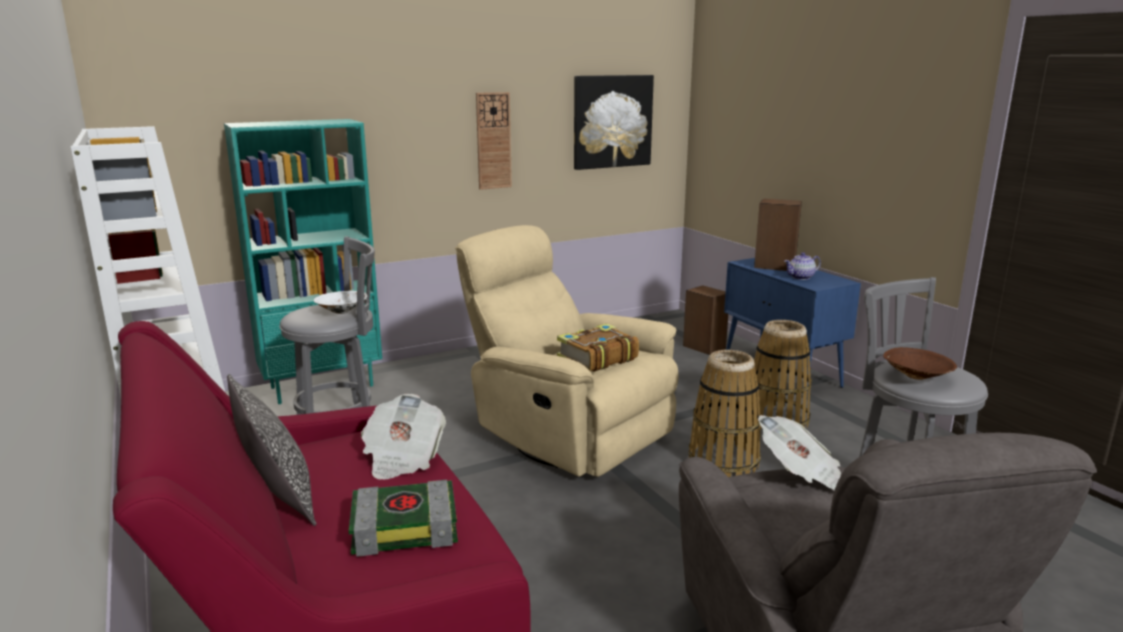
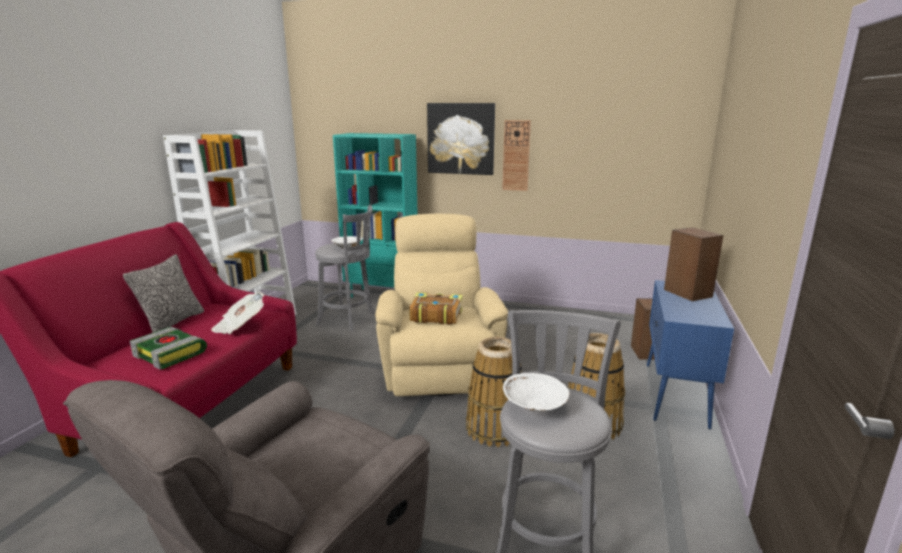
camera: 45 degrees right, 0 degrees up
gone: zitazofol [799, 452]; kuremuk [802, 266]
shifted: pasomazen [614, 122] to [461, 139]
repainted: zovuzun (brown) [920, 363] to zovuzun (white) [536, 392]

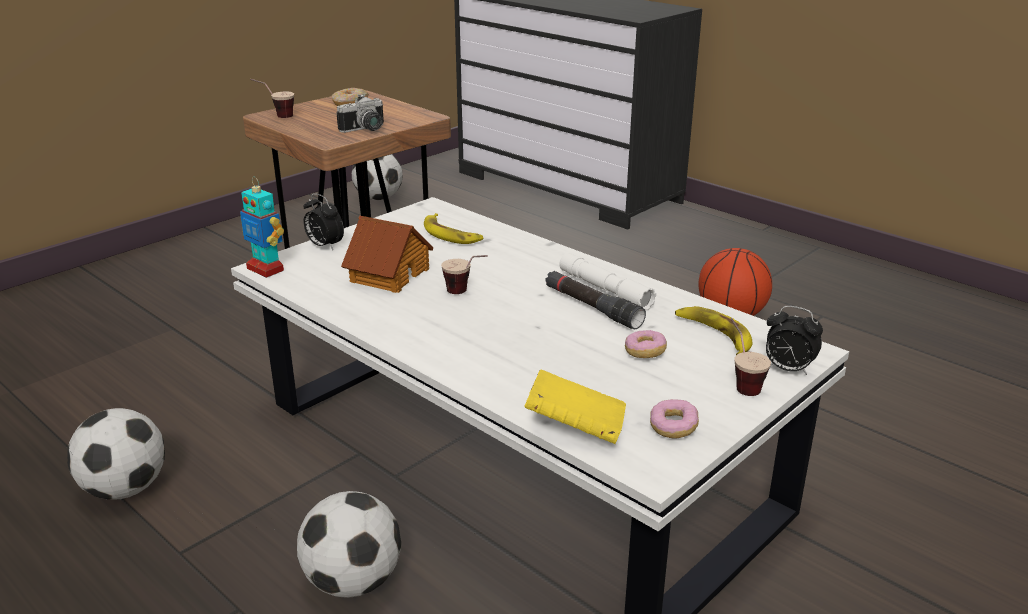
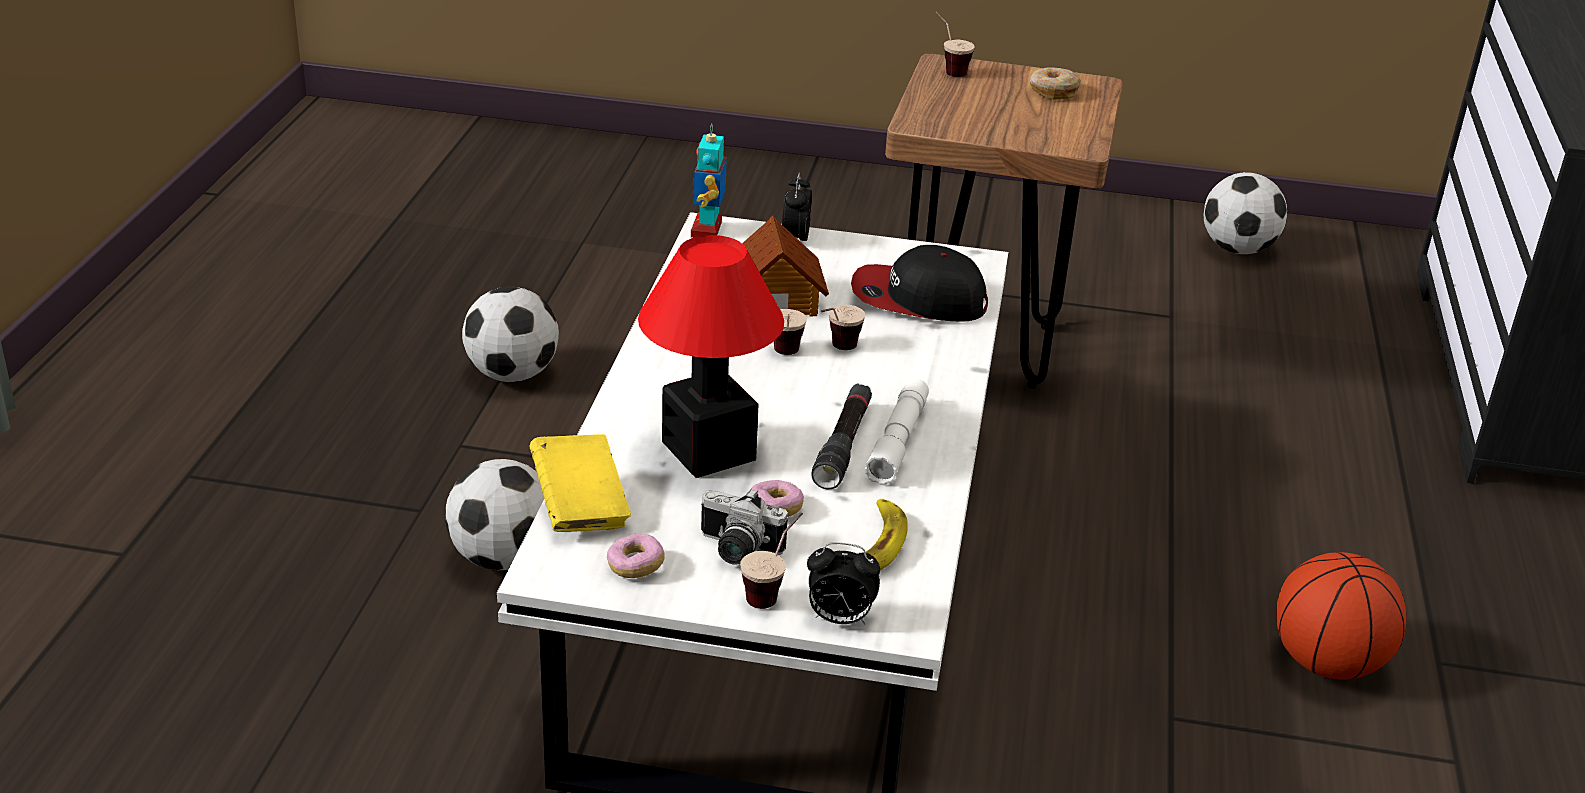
camera: 55 degrees right, 5 degrees up
new: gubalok [711, 356]; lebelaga [843, 327]
shifted: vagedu [360, 113] to [744, 527]
swapped: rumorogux [453, 228] to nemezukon [919, 283]
rotated: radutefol [794, 340] = [843, 583] 75 degrees counterclockwise

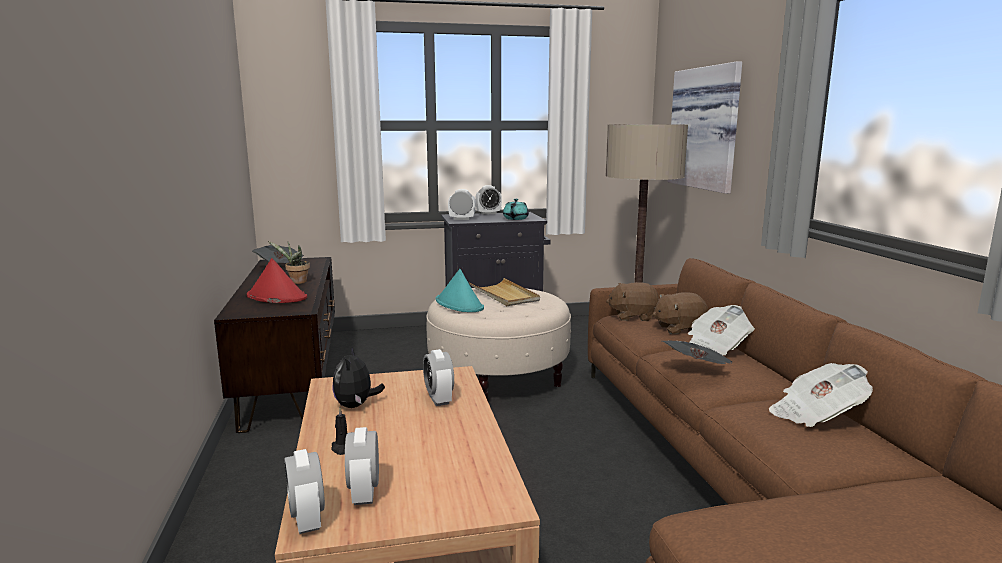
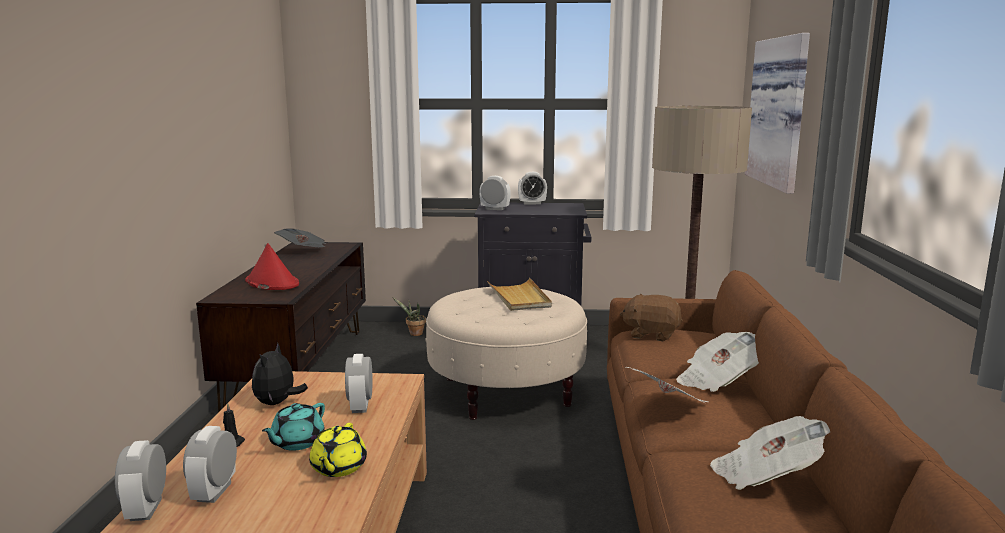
camera: 15 degrees right, 0 degrees up
gone: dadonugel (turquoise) [460, 290]; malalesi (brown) [680, 313]
new: kuremuk (yellow) [338, 450]
shifted: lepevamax [289, 262] to [409, 317]; kuremuk (turquoise) [516, 209] to [293, 427]

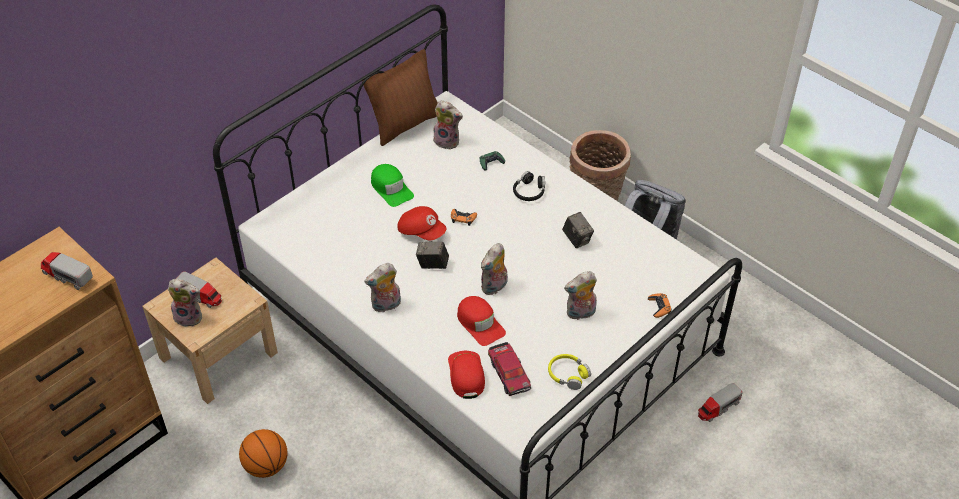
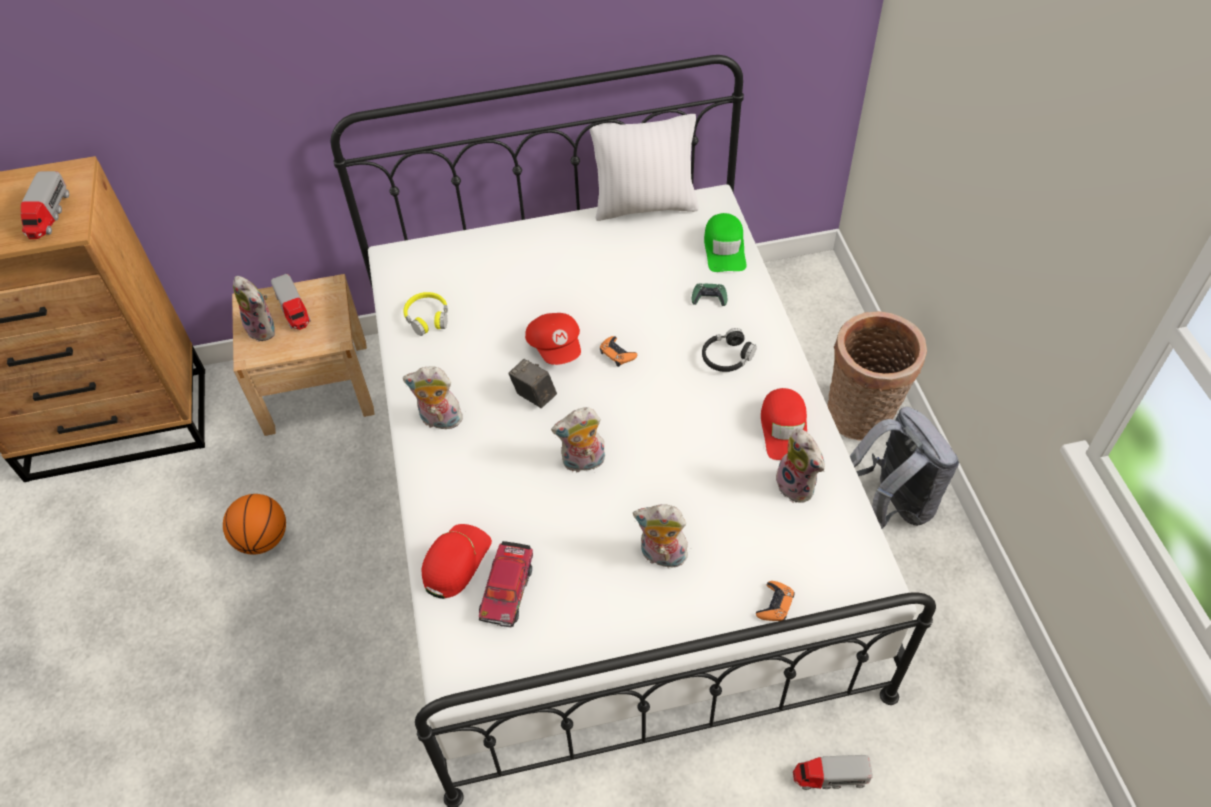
camera: 35 degrees right, 5 degrees up
gone: vagedu [578, 230]
shifted: nemezukon (green) [392, 185] to [725, 242]; malalesi [448, 125] to [800, 466]; nemezukon (red) [481, 321] to [784, 424]; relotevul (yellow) [569, 372] to [425, 314]
repainted: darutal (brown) [400, 97] to darutal (white) [644, 167]
rotated: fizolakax [67, 271] = [45, 205] 150 degrees counterclockwise

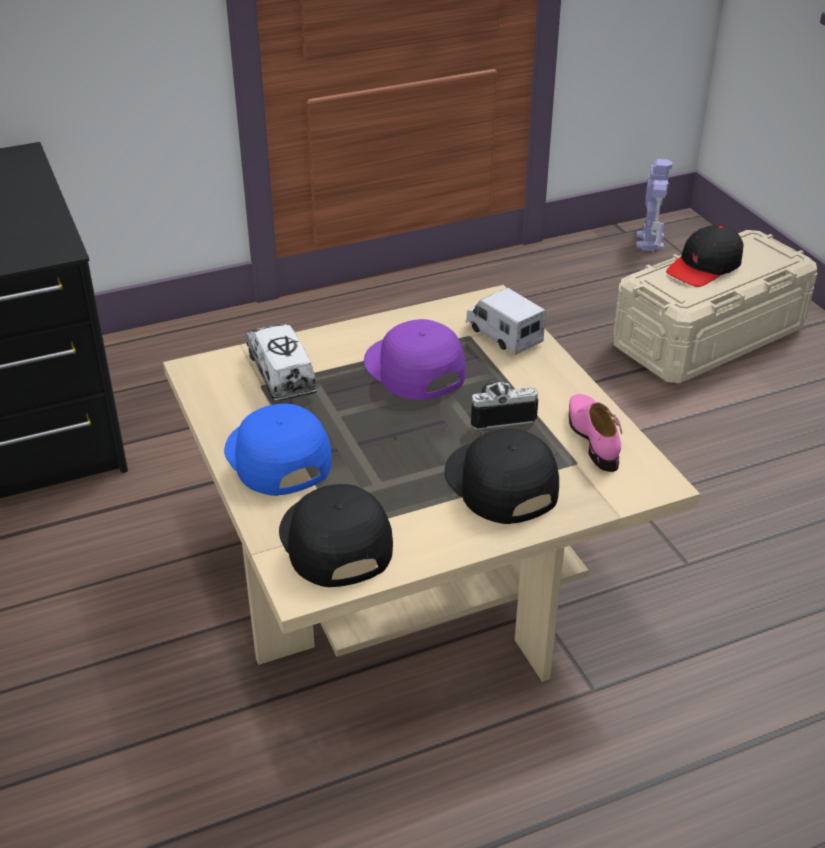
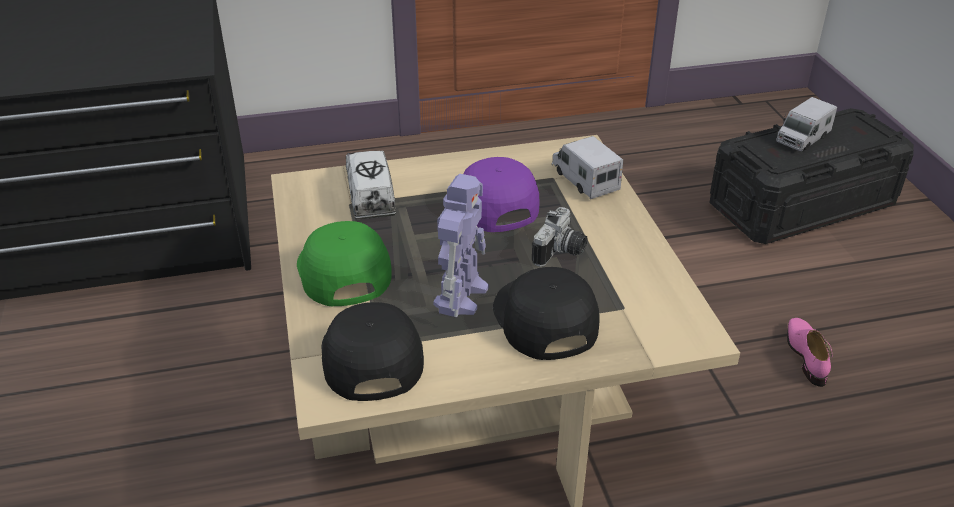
camera: 10 degrees right, 0 degrees up
shifted: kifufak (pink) [595, 433] to [809, 352]; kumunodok [654, 205] to [461, 245]
swapped: nemezukon (black) [705, 256] to fizolakax [806, 124]
repainted: nemezukon (blue) [278, 449] to nemezukon (green) [344, 263]; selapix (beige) [715, 306] to selapix (black) [811, 176]
rotated: vagedu [504, 405] = [560, 237] 120 degrees clockwise

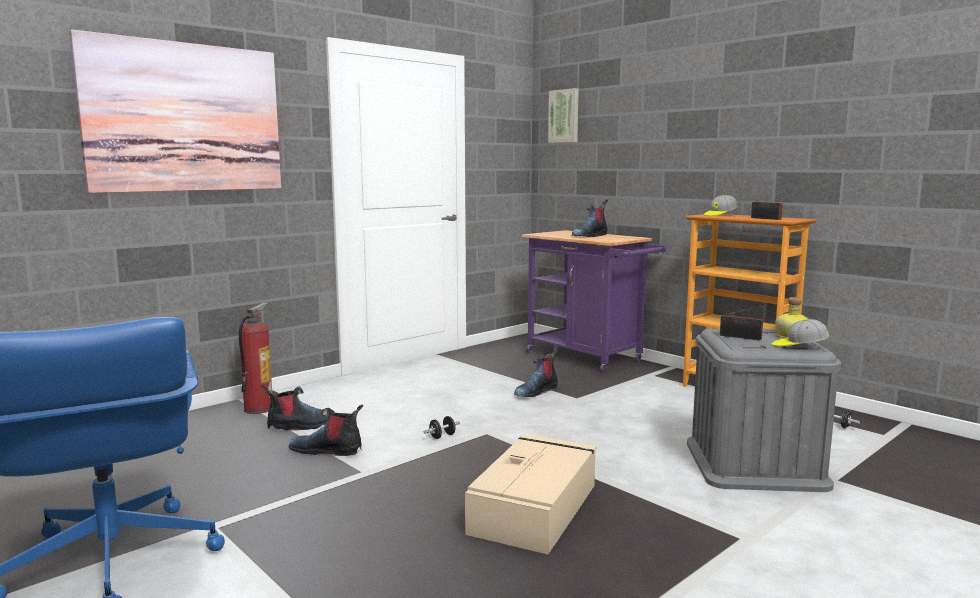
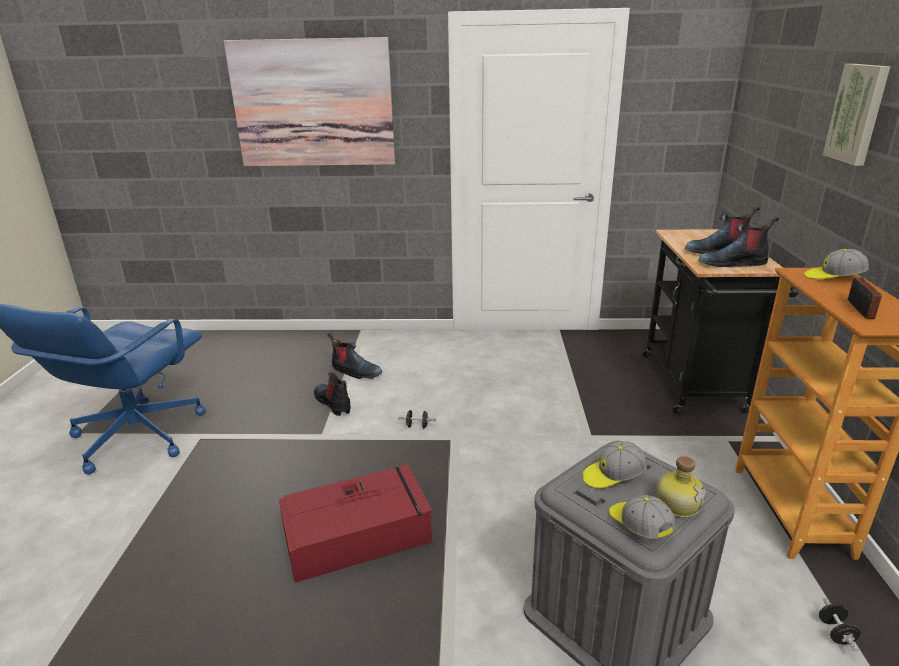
camera: 45 degrees right, 15 degrees up
gone: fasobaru [255, 358]
shifted: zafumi [536, 372] to [738, 242]; pasomazen [563, 115] to [856, 115]
swapped: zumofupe [744, 322] to nemezukon [614, 464]
repainted: selapix (beige) [531, 494] to selapix (red) [355, 524]; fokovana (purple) [594, 301] to fokovana (black) [721, 321]

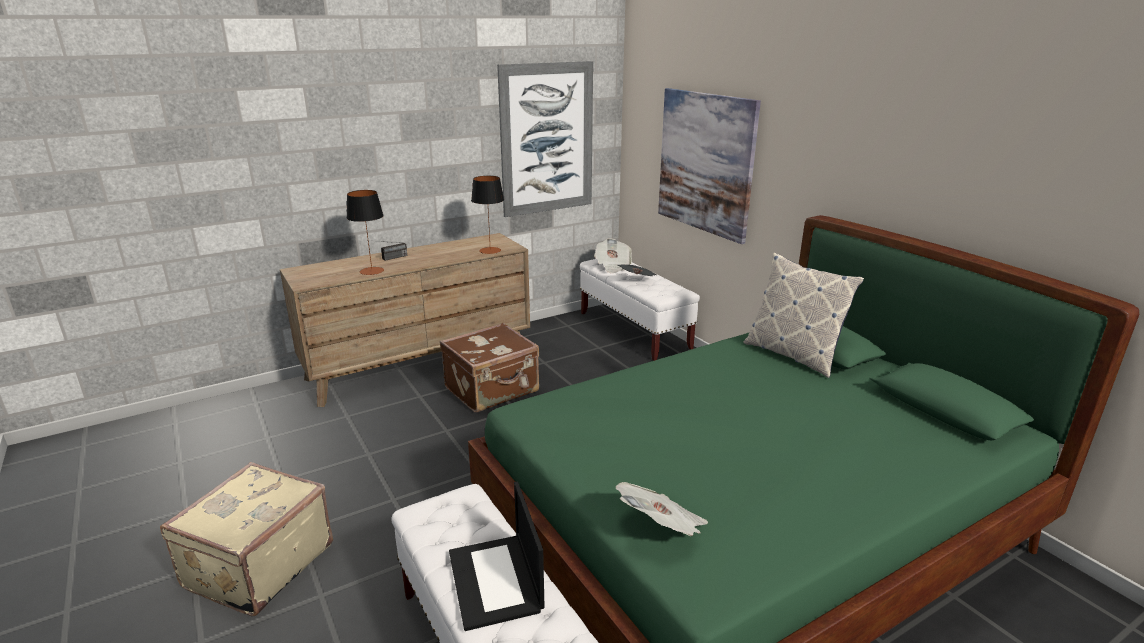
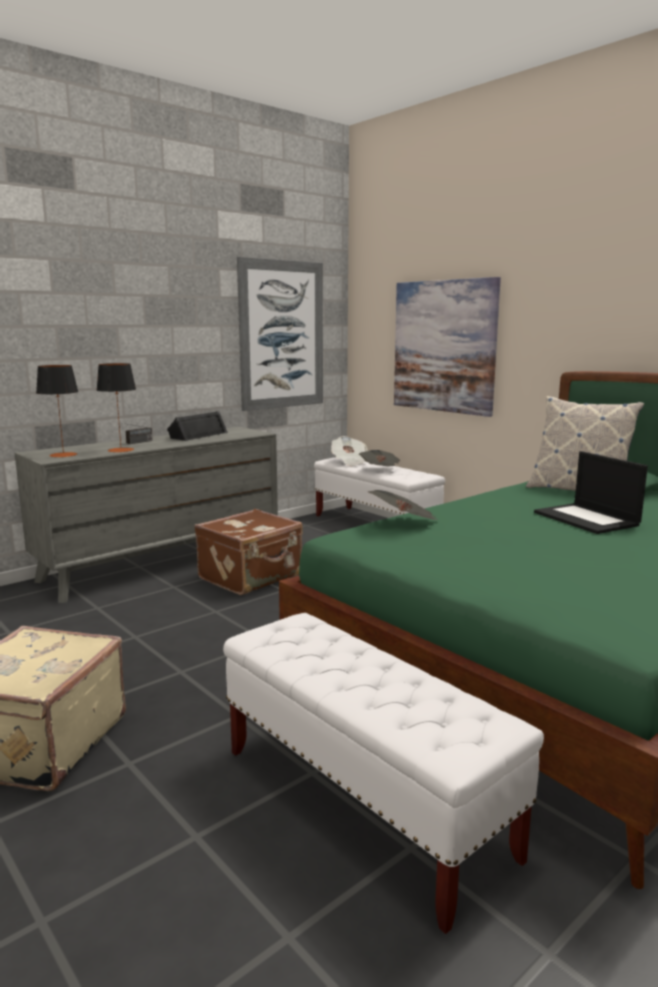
camera: 10 degrees left, 10 degrees down
new: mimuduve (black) [197, 426]
shifted: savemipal [497, 556] to [591, 492]; gubalok [487, 215] to [57, 411]; zitazofol [662, 509] to [402, 505]
repainted: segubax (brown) [405, 320] to segubax (grey) [146, 515]

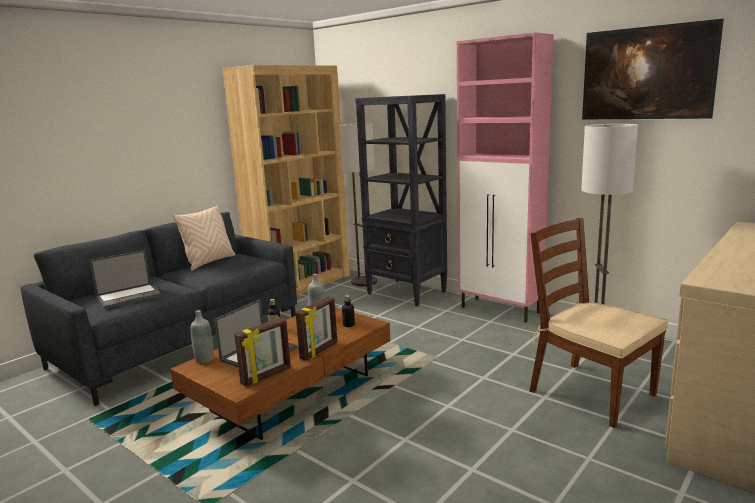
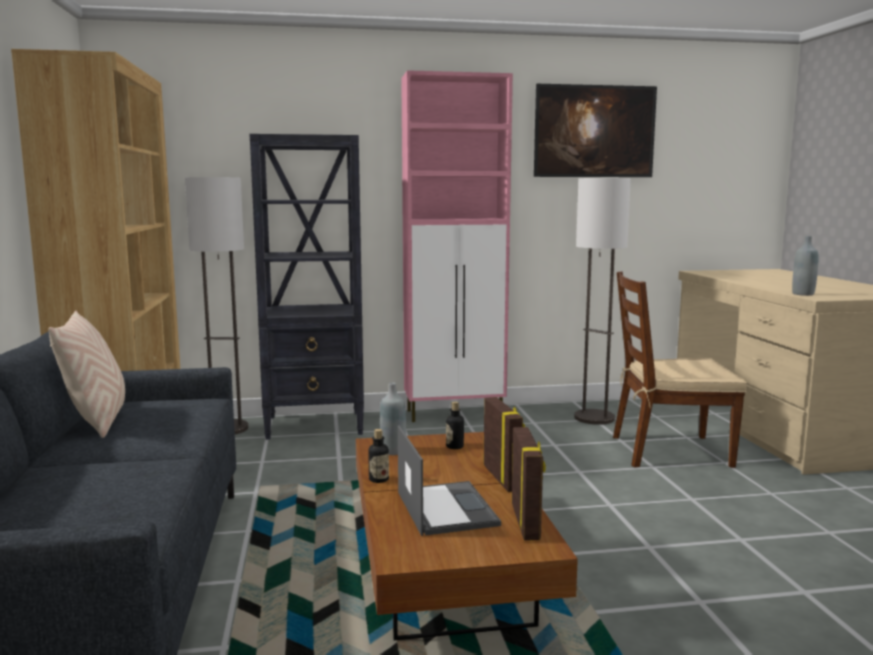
camera: 50 degrees left, 5 degrees down
gone: savemipal [125, 279]
shifted: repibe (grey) [202, 336] to [805, 266]

